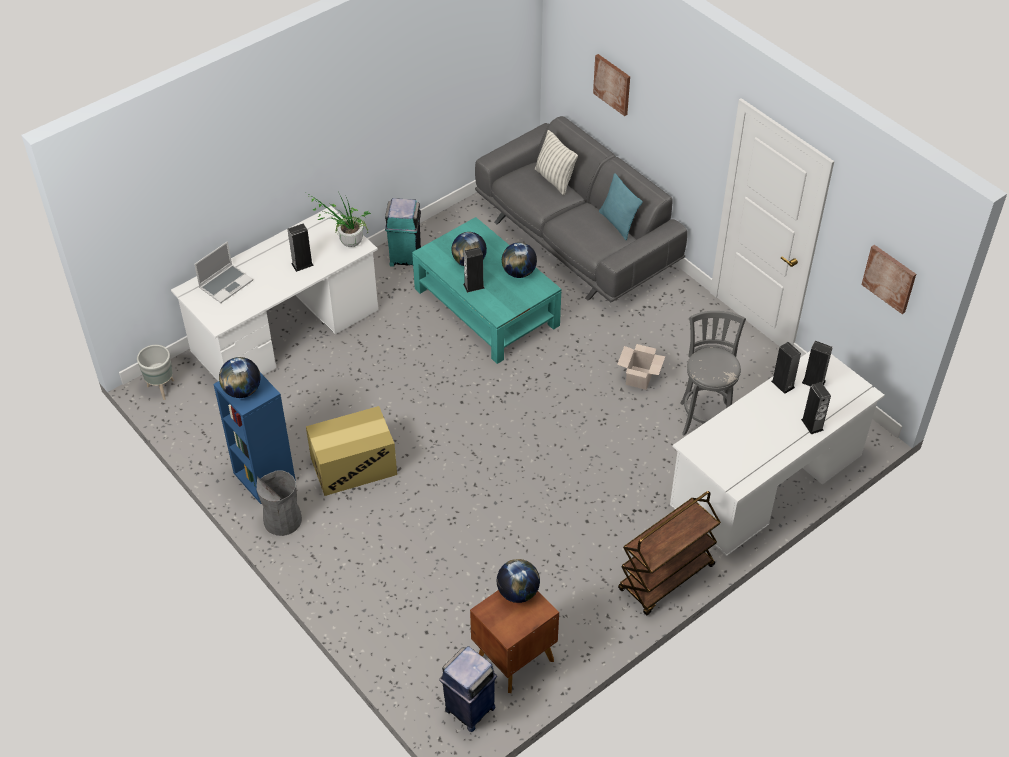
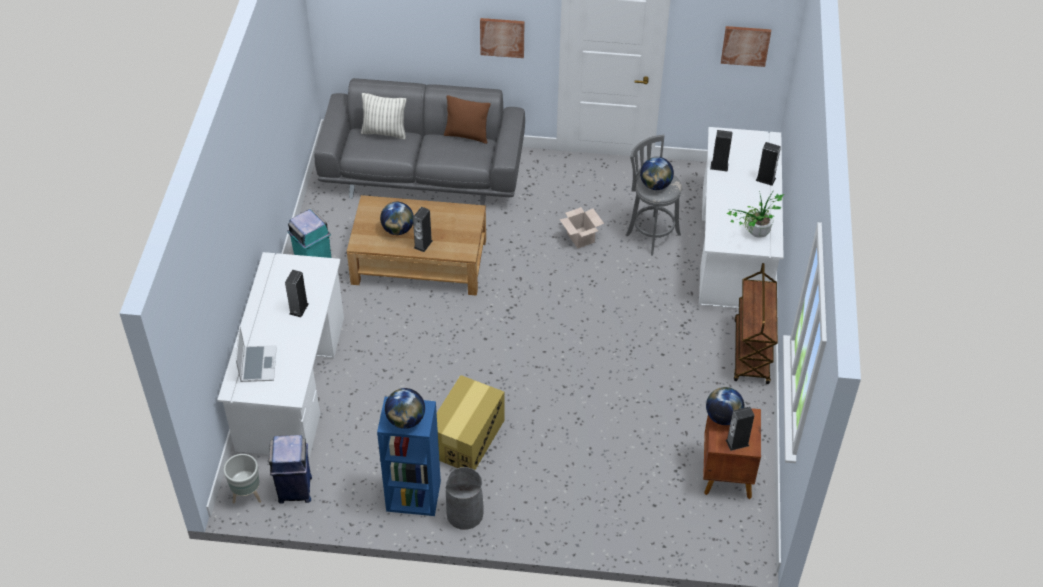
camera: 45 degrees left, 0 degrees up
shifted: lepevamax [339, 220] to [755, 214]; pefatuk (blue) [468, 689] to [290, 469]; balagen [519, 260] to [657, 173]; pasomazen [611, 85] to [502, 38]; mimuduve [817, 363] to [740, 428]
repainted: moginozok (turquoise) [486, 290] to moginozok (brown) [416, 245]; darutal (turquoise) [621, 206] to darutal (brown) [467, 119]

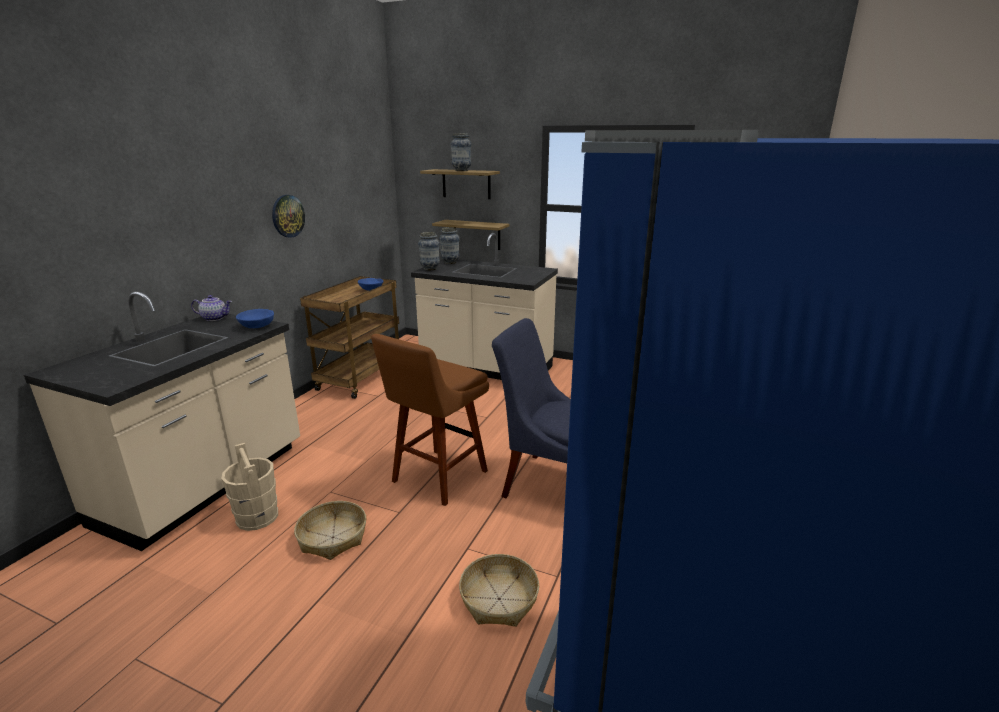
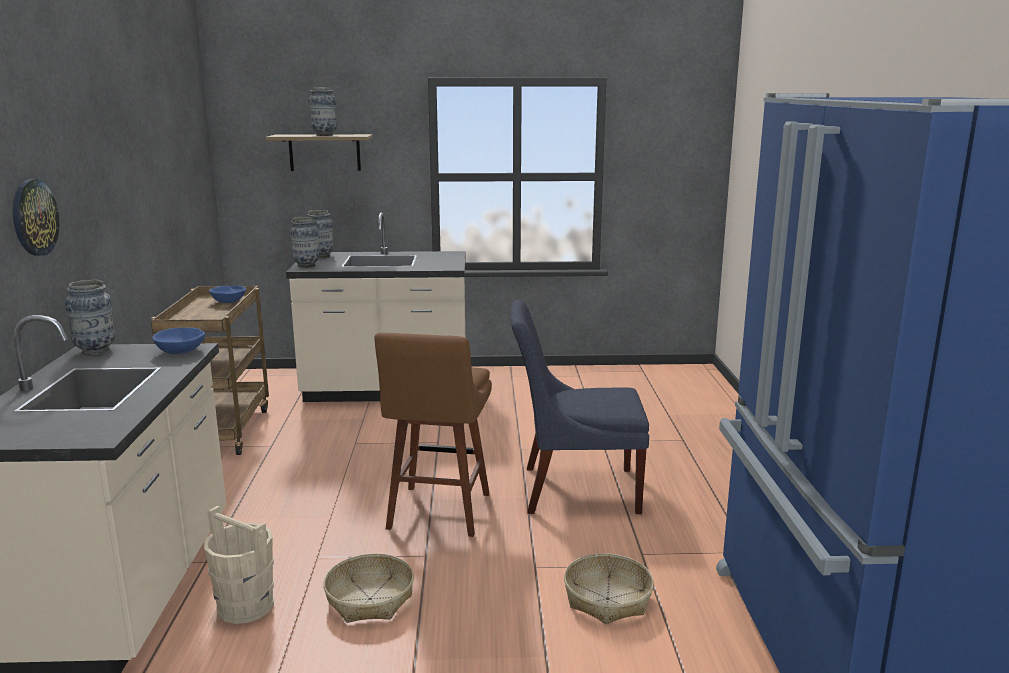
camera: 25 degrees left, 5 degrees down
gone: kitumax [471, 235]
shifted: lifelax [288, 216] to [36, 217]
swapped: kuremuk [211, 308] to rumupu [89, 317]

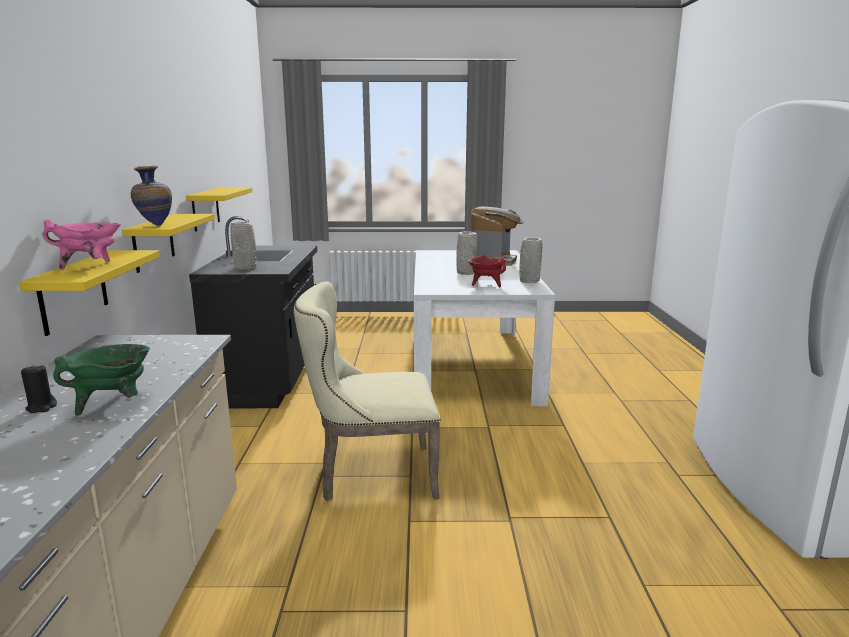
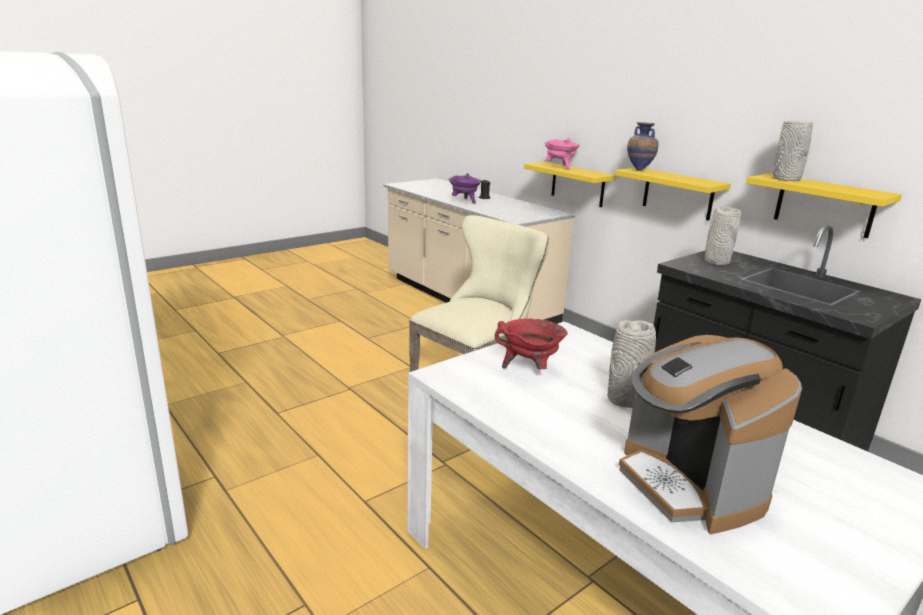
camera: 140 degrees right, 5 degrees up
shifted: rumupu (grey) [530, 260] to [793, 151]
repainted: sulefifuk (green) [101, 380] to sulefifuk (purple) [465, 188]

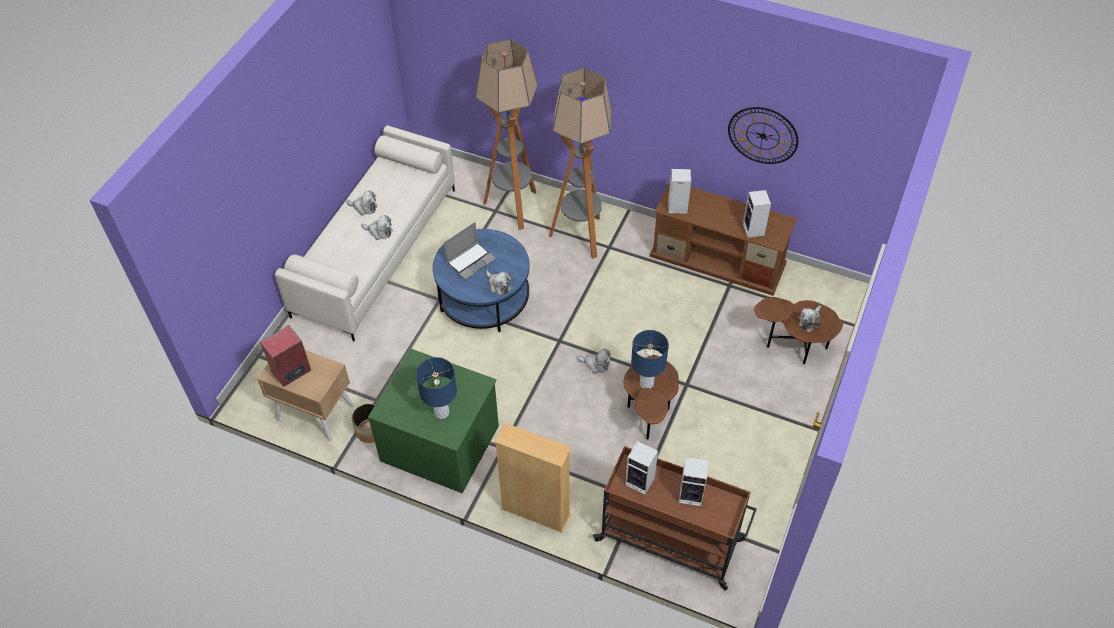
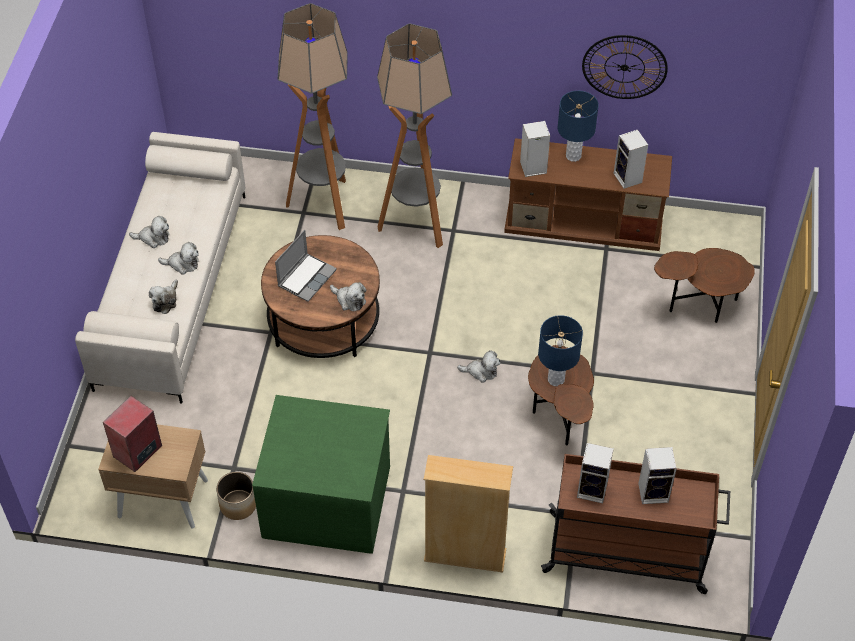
camera: 15 degrees left, 0 degrees up
shifted: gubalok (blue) [436, 388] to [578, 126]; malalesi [810, 318] to [163, 296]
repainted: moginozok (blue) [481, 280] to moginozok (brown) [320, 296]

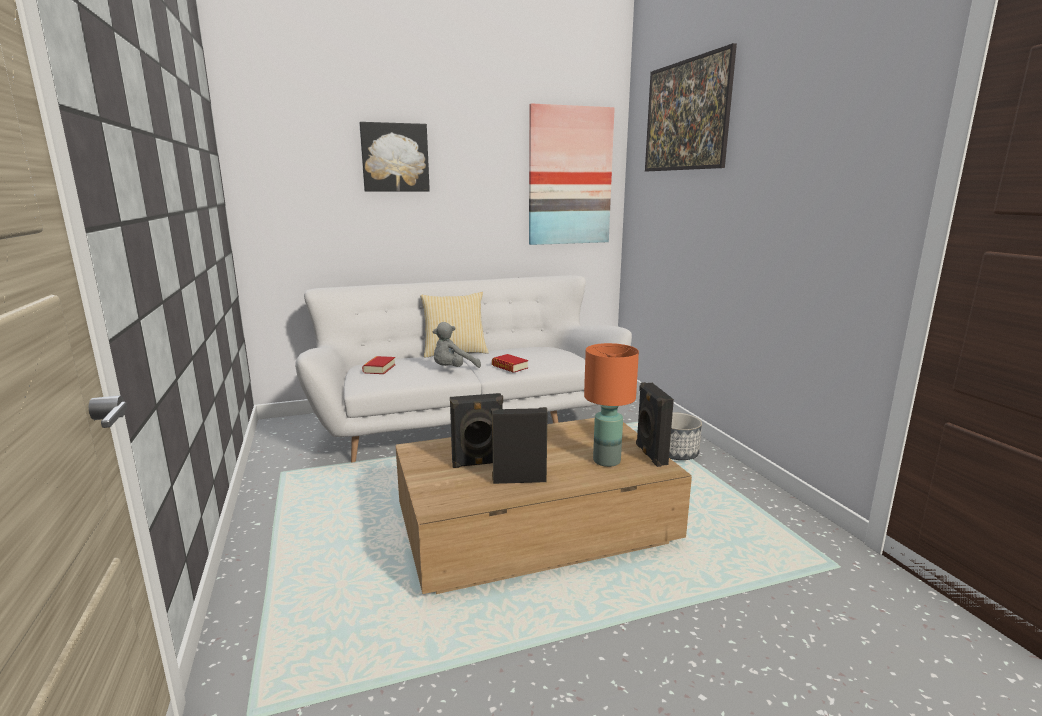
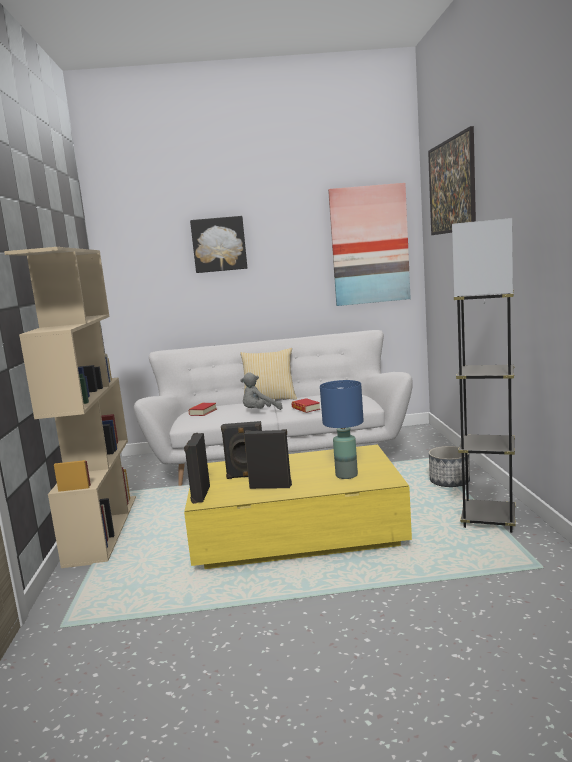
camera: 15 degrees right, 5 degrees down
new: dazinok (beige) [70, 407]; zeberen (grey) [484, 375]
shifted: mimuduve (black) [655, 424] to [197, 468]
repainted: moginozok (brown) [544, 506] to moginozok (yellow) [298, 506]; gubalok (orange) [611, 405] to gubalok (blue) [342, 429]

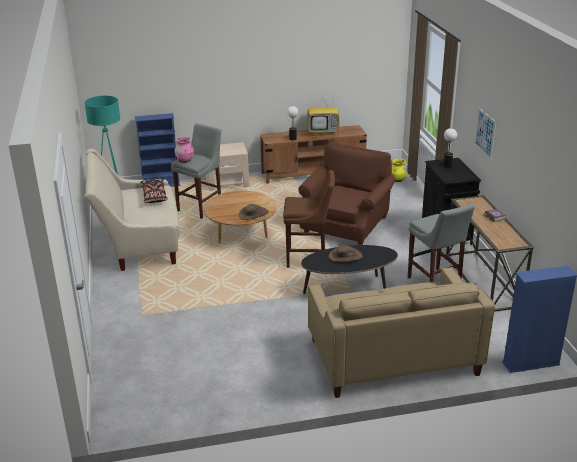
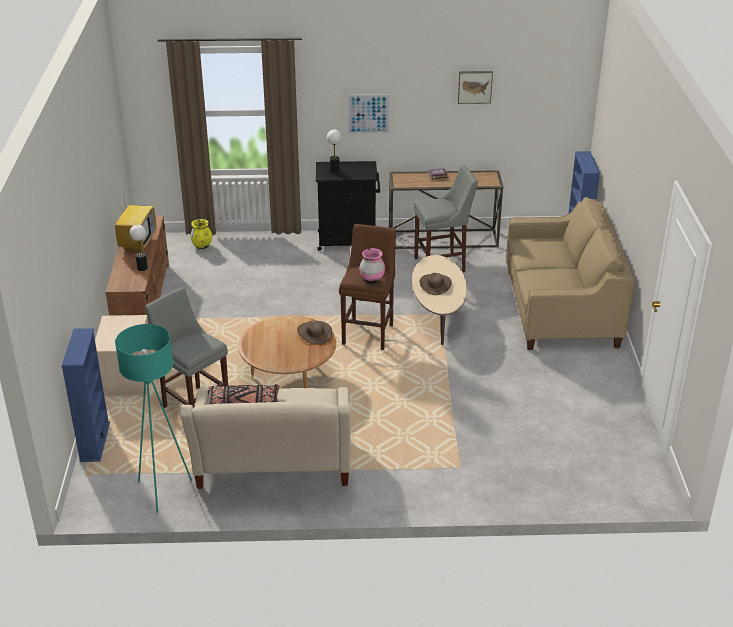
camera: 80 degrees left, 5 degrees up
gone: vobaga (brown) [346, 193]
new: pasomazen [475, 87]
shifted: rumupu (pink) [184, 150] to [372, 266]
repainted: moginozok (black) [349, 269] to moginozok (beige) [439, 300]

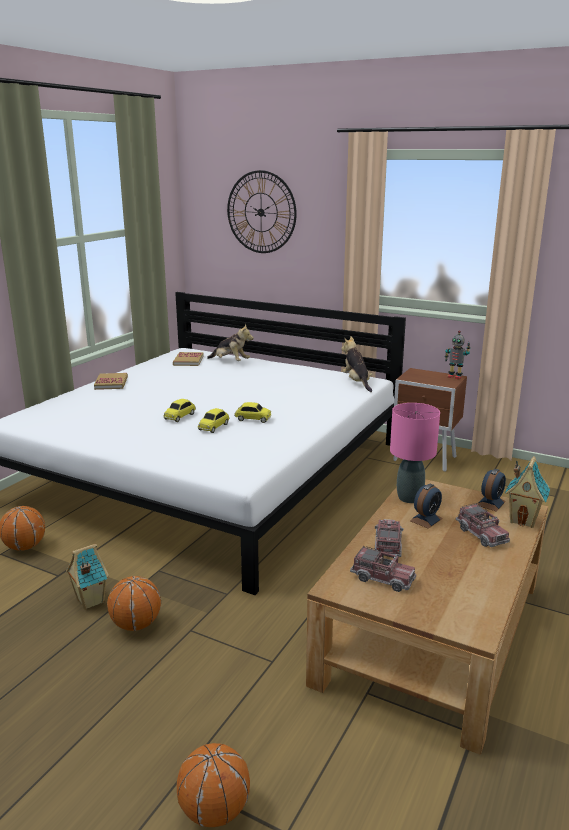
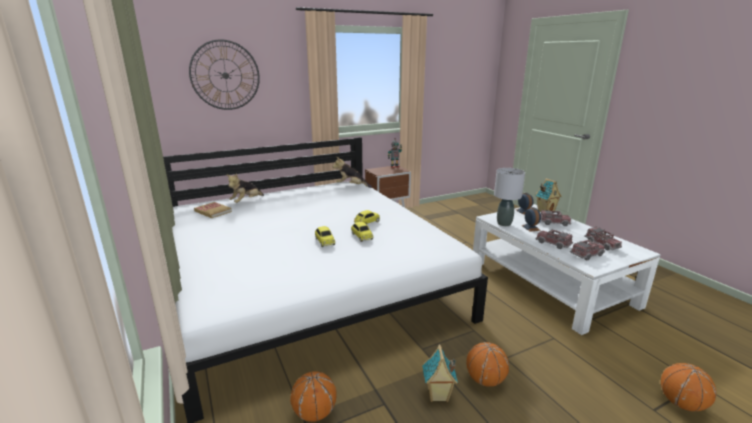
camera: 55 degrees left, 0 degrees up
gone: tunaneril [111, 381]
new: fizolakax [603, 238]
repainted: moginozok (brown) [427, 617] to moginozok (white) [567, 269]; gubalok (pink) [415, 453] to gubalok (grey) [509, 197]
rotated: malalesi [230, 342] = [245, 188] 150 degrees clockwise

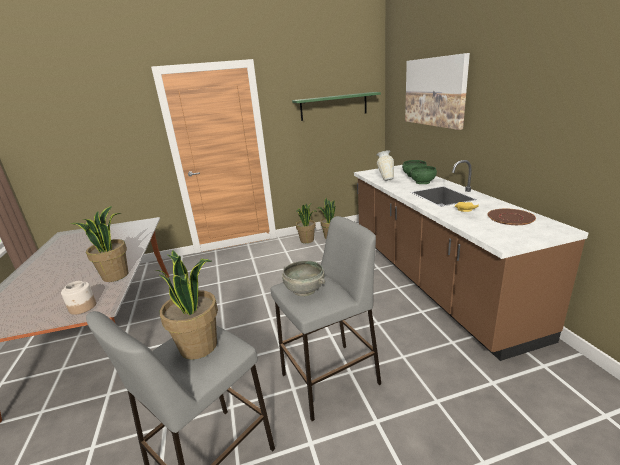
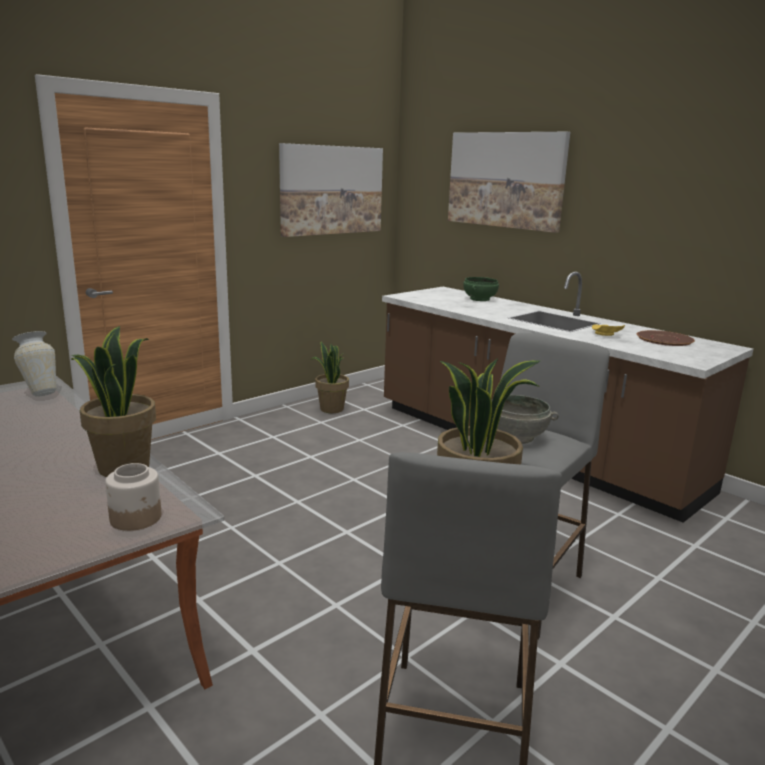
camera: 30 degrees left, 5 degrees down
gone: lepevamax [306, 223]; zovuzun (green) [423, 175]
shifted: rumupu [385, 165] to [34, 364]
swapped: kitumax (green) [336, 106] to pasomazen [331, 190]

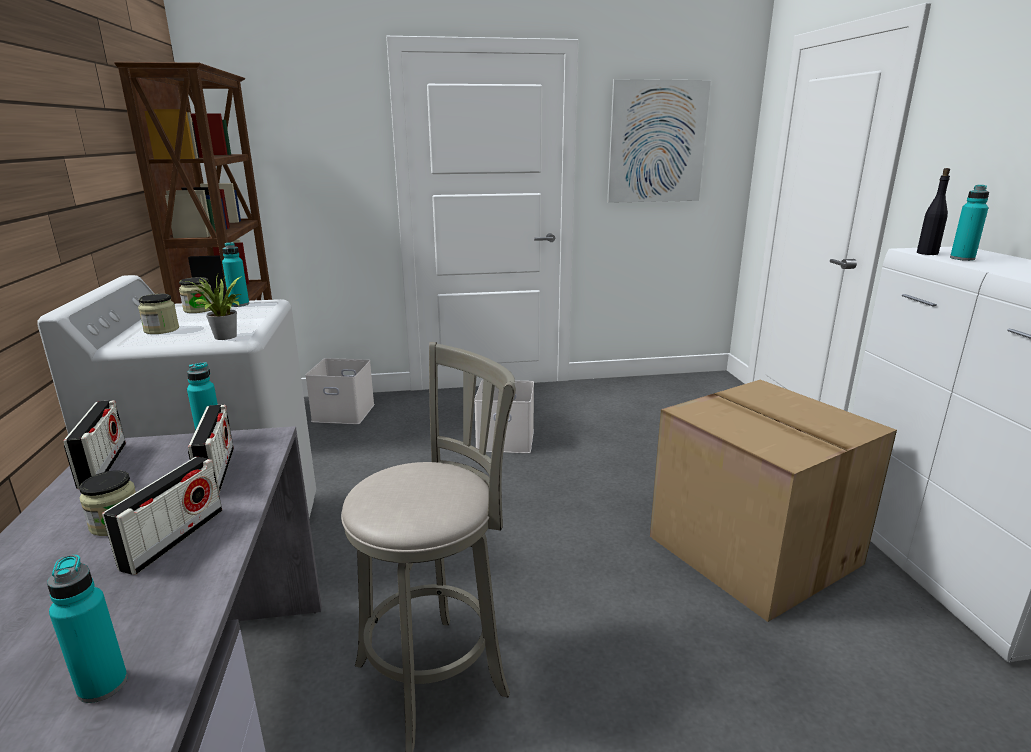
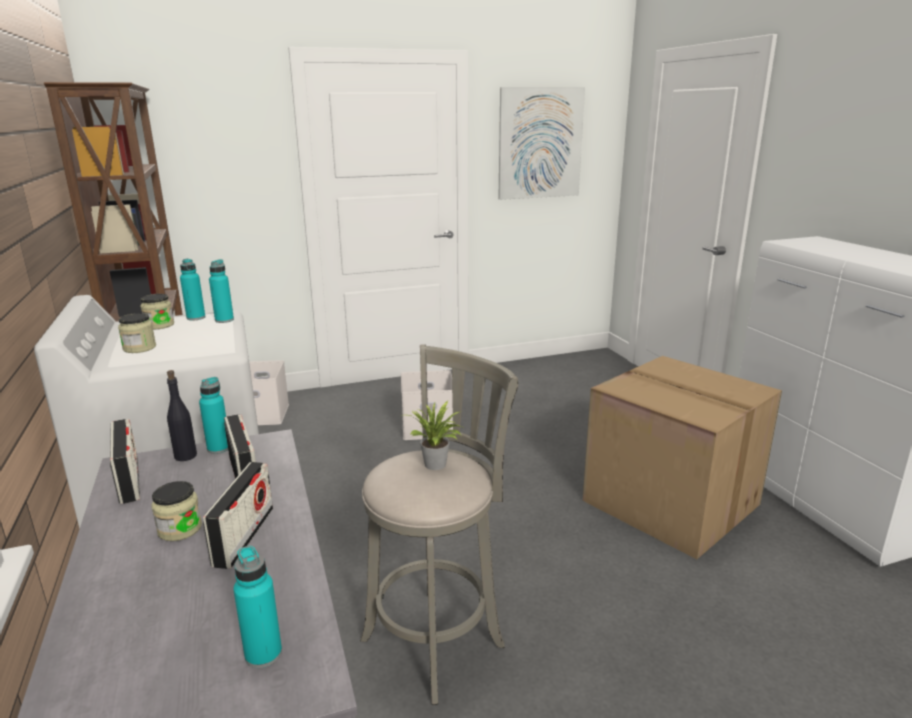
camera: 10 degrees left, 0 degrees up
shifted: lepevamax [214, 306] to [435, 435]; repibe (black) [933, 211] to [182, 415]; repibe (turquoise) [969, 223] to [221, 291]

